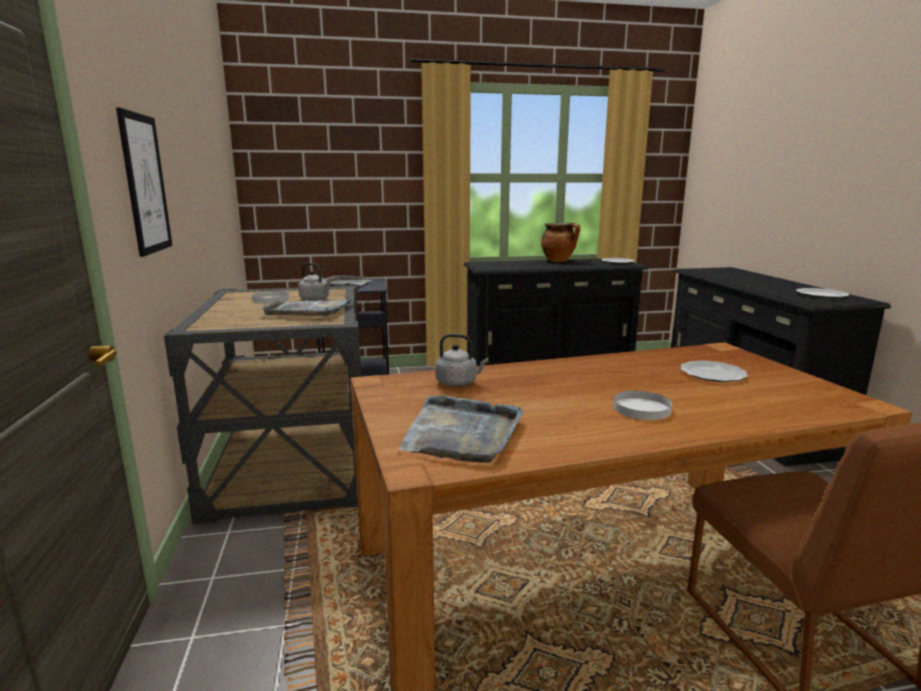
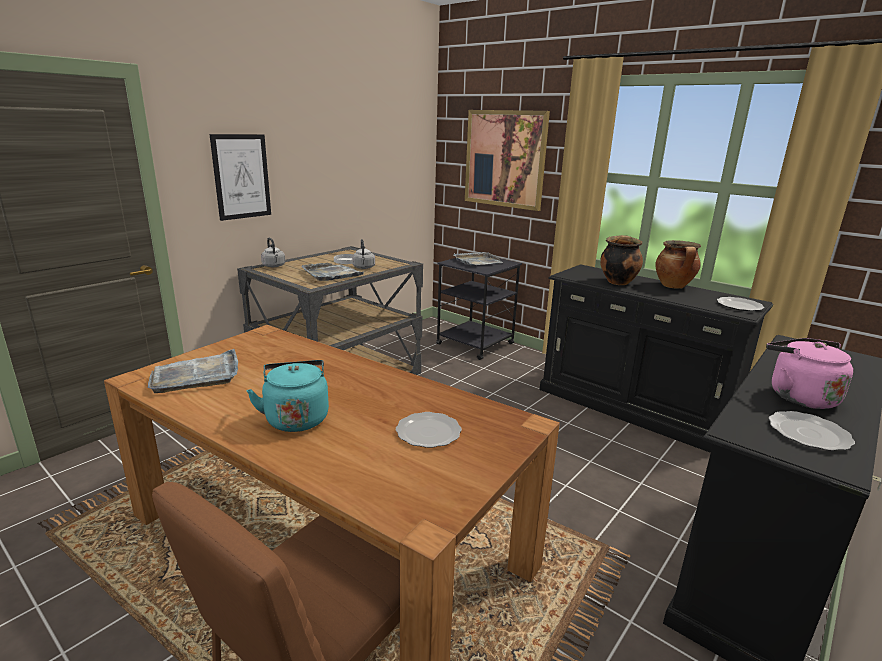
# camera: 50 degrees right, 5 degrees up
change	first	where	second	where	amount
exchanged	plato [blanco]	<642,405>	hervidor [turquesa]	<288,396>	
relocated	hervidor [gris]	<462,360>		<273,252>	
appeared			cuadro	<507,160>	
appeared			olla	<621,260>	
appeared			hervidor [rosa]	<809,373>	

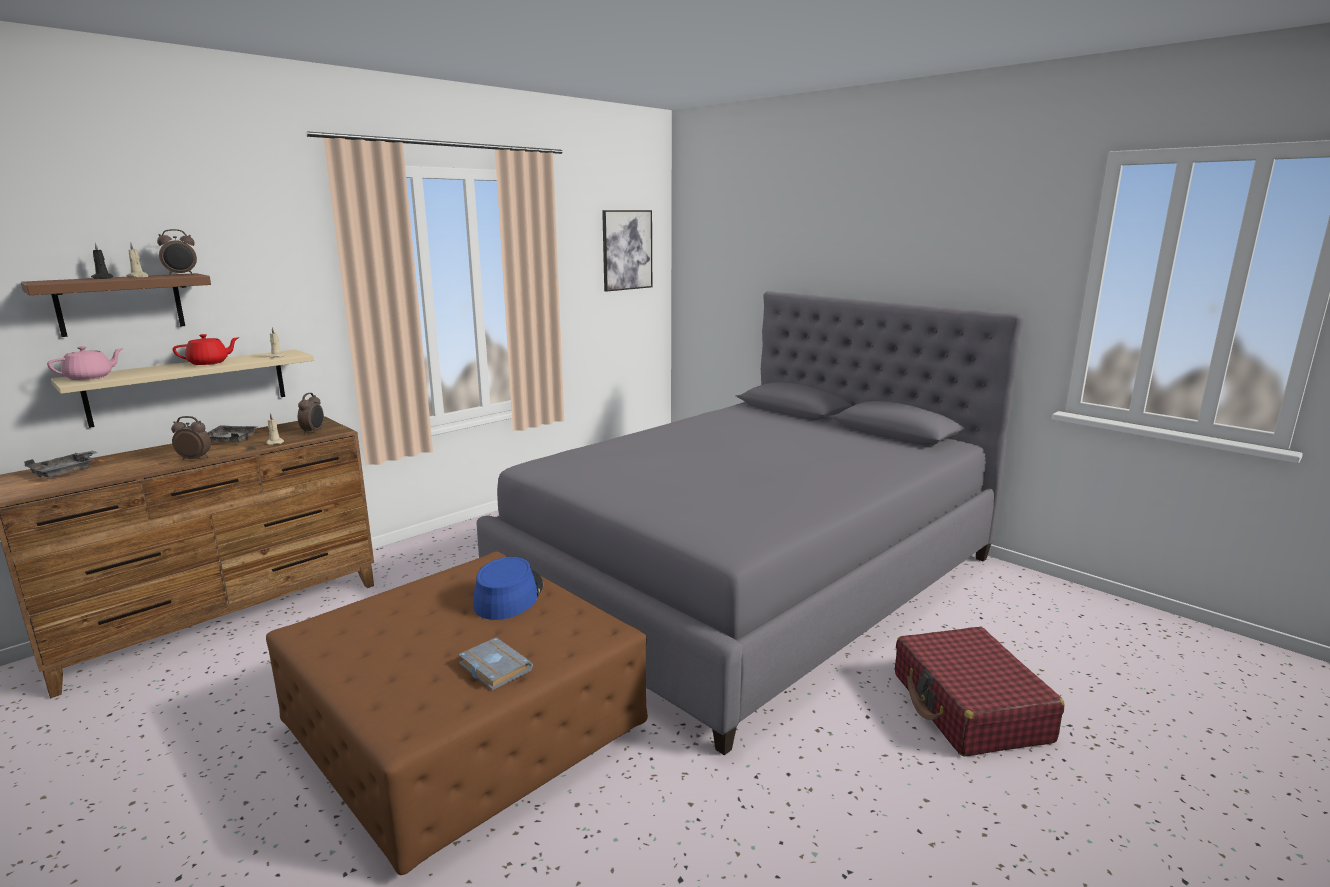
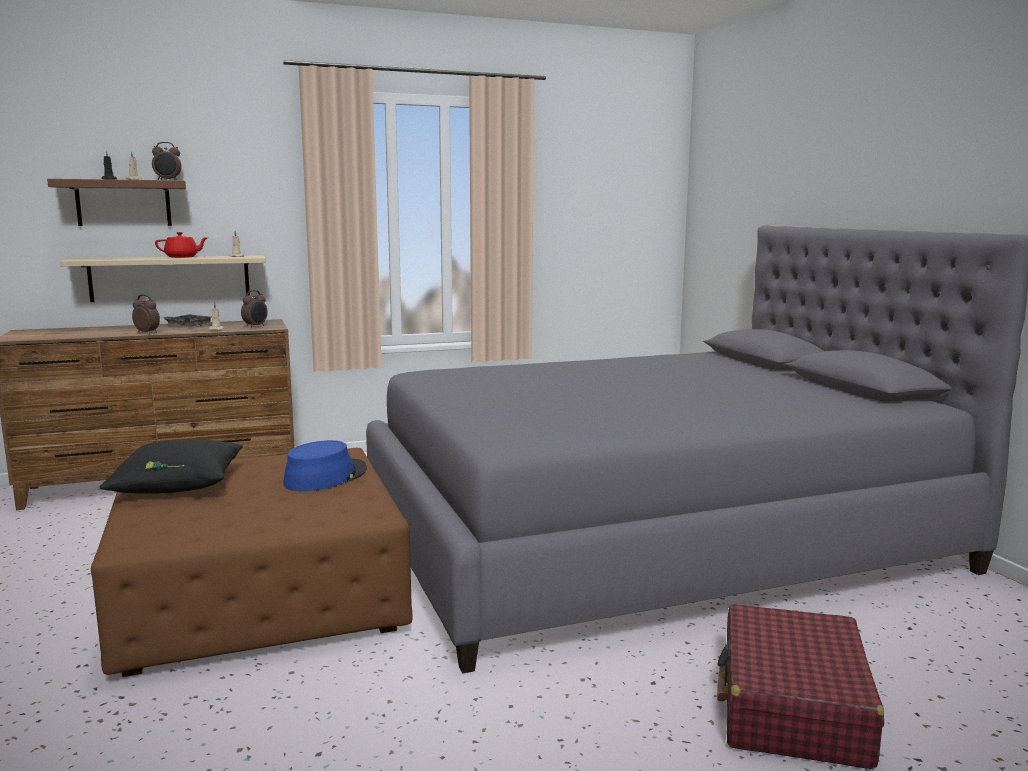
# camera: 25 degrees right, 5 degrees down
change	first	where	second	where	amount
appeared			cojín [negro]	<171,466>	
missing	bandeja [gris]	<60,463>			
missing	tetera [rosa]	<85,363>			
missing	libro [gris]	<495,663>			
missing	cuadro	<627,251>			

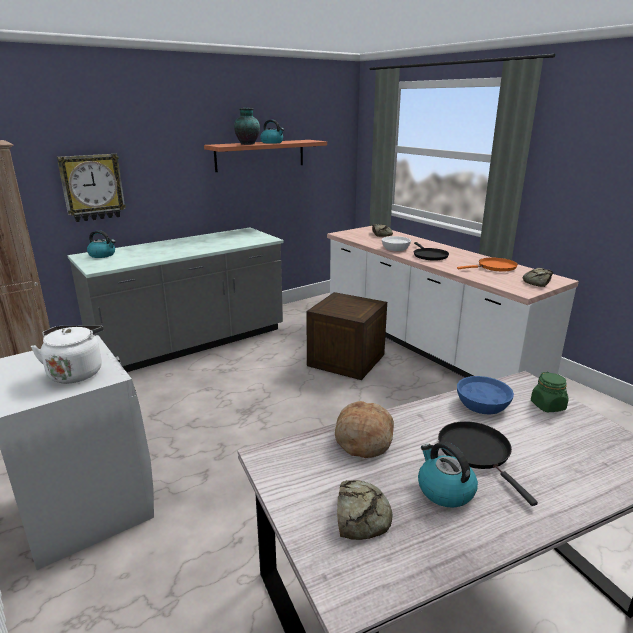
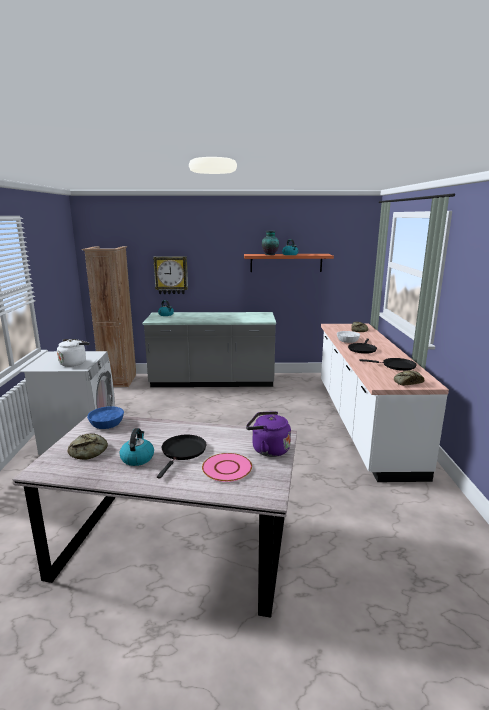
# camera: 35 degrees right, 5 degrees down
change	first	where	second	where	amount
relocated	cuenco [azul]	<485,395>		<105,417>	
appeared			plato [rosa]	<227,467>	
exchanged	tarro [verde]	<550,392>	hervidor [morado]	<268,434>	
colour	sartén [naranja]	<487,265>	sartén [negro]	<388,364>	
missing	caja de embalaje	<346,336>			
missing	pan	<364,429>			

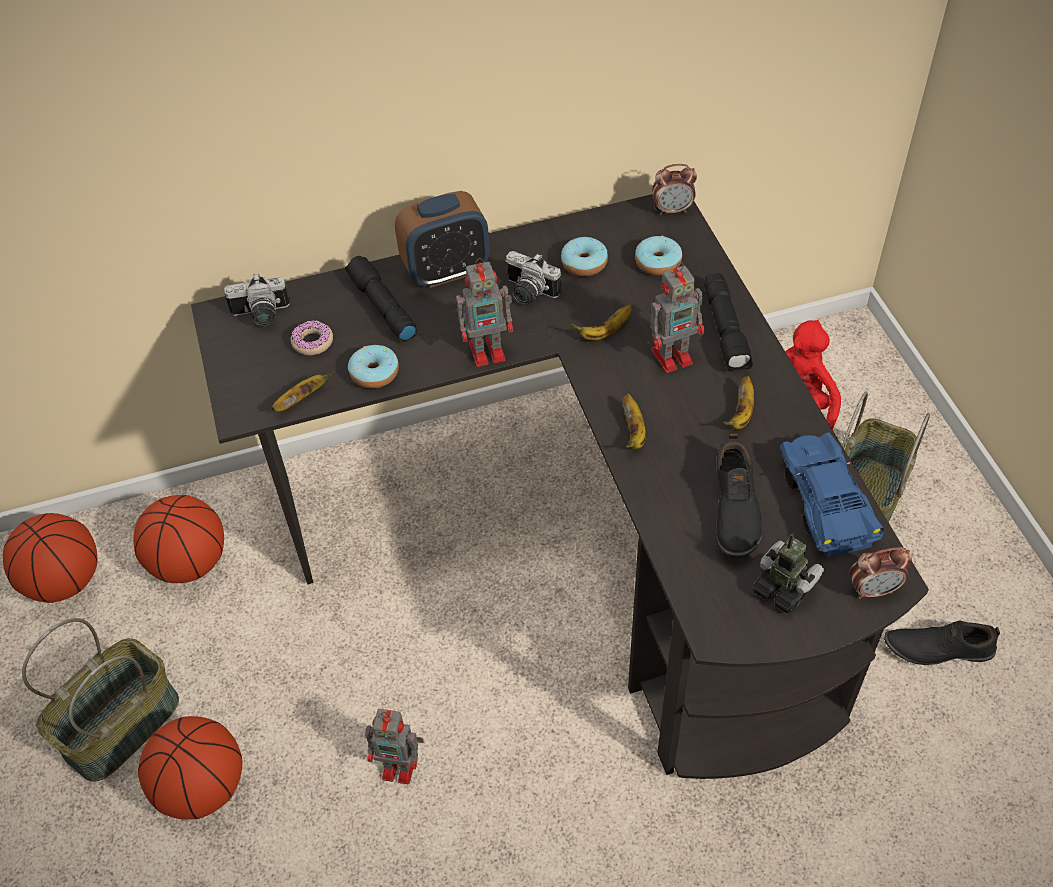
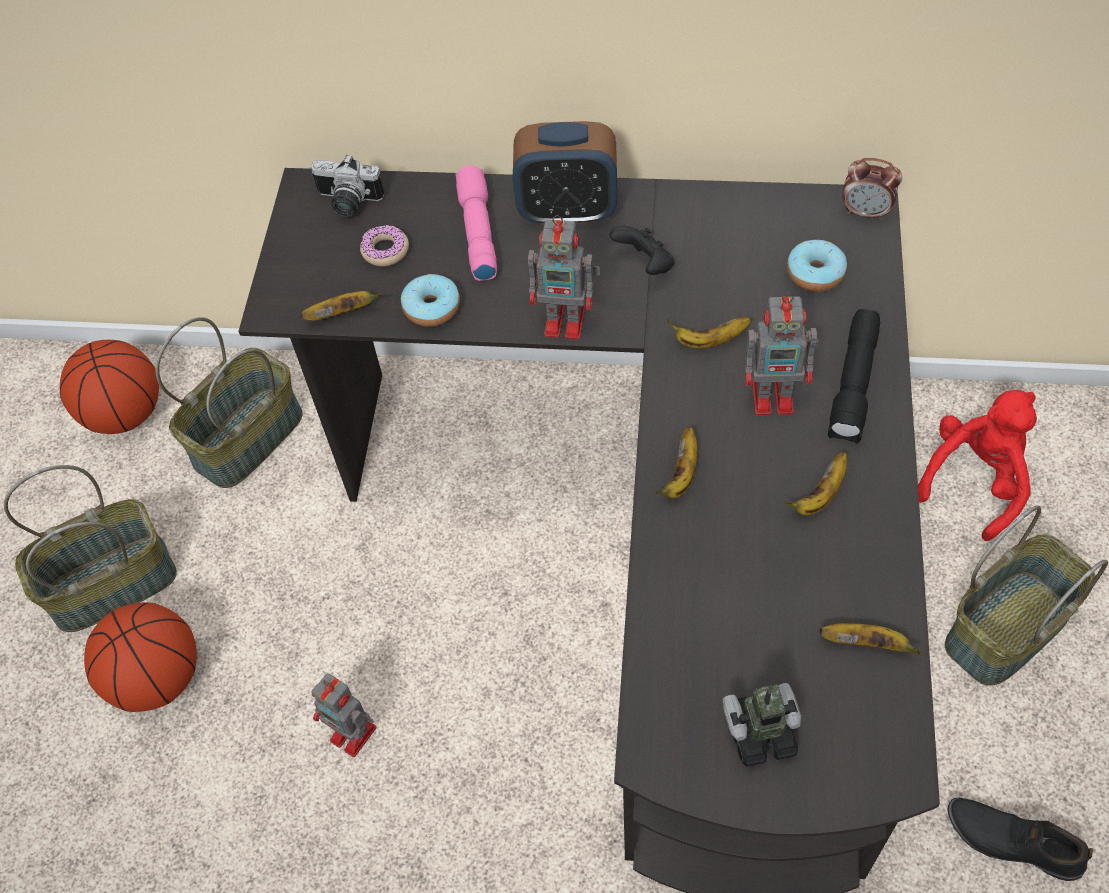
# camera: 25 degrees right, 5 degrees up
change	first	where	second	where	amount
exchanged	balón de baloncesto	<178,539>	cesta	<229,402>	
colour	linterna [negro]	<381,299>	linterna [rosa]	<476,223>	
exchanged	cámara	<533,278>	mando de consola [negro]	<642,250>	
spun	robot de juguete	<788,573>		<762,725>	75 degrees counterclockwise
exchanged	coche de juguete [azul]	<832,495>	plátano	<871,639>	
missing	rosquilla	<584,256>			
missing	zapato [negro]	<739,496>			
missing	despertador	<881,573>			

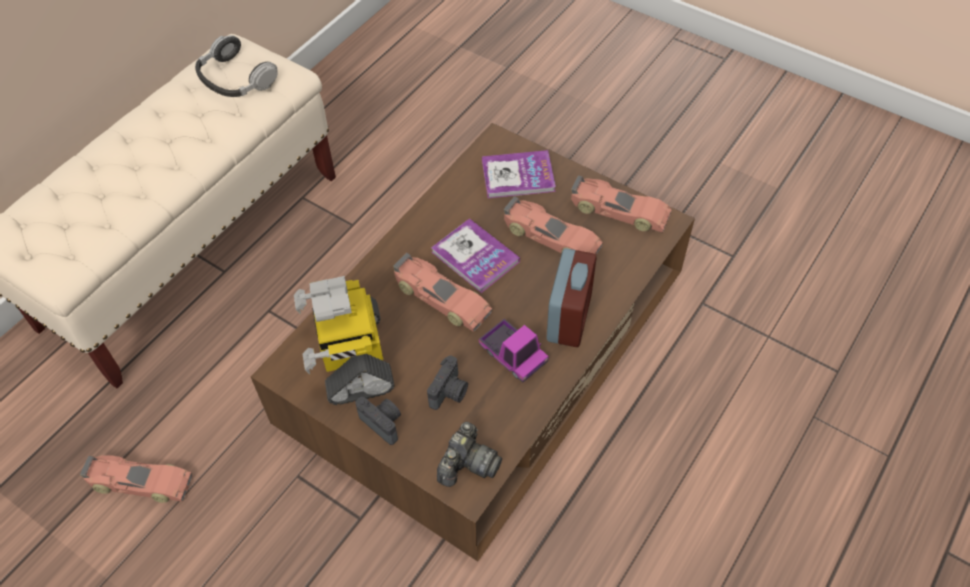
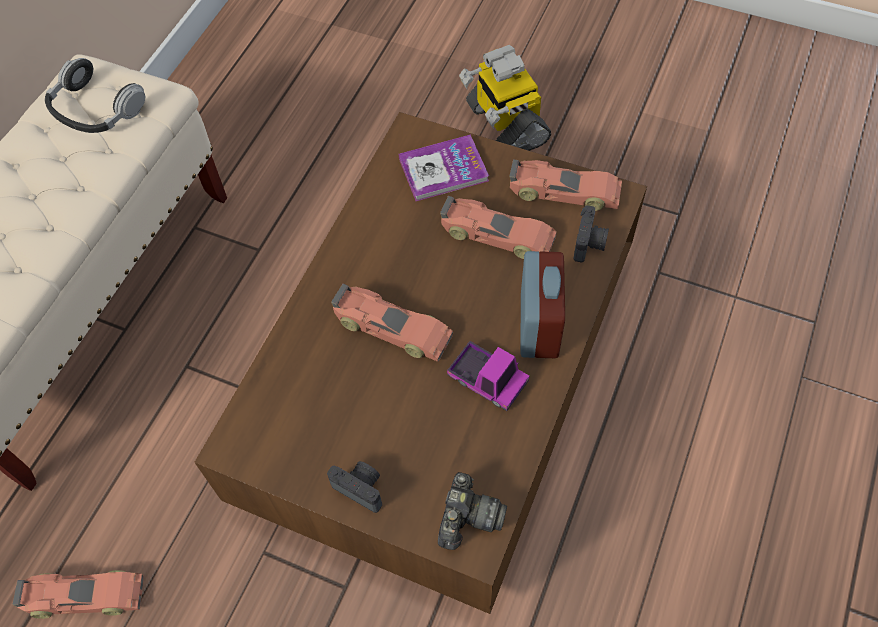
# camera: 10 degrees left, 5 degrees up
change	first	where	second	where	amount
relocated	robot de juguete	<344,340>		<505,98>	
relocated	cámara	<447,382>		<591,234>	
missing	libro	<475,255>			

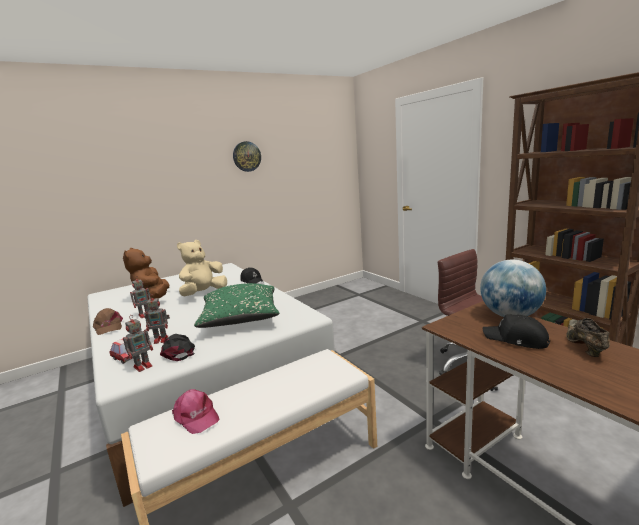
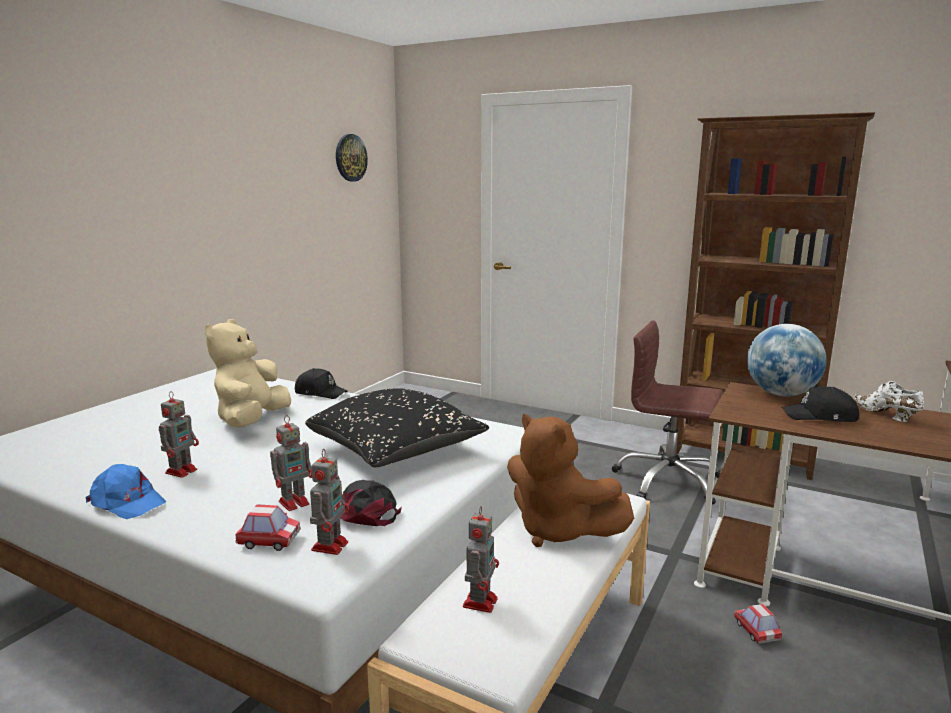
# camera: 30 degrees left, 0 degrees up
change	first	where	second	where	amount
colour	gorra [marrón]	<108,321>	gorra [azul]	<125,491>	
colour	cojín [verde]	<237,305>	cojín [negro]	<397,427>	
relocated	reloj de pared	<247,156>		<352,158>	
exchanged	gorra [rosa]	<196,411>	robot de juguete	<481,559>	
relocated	peluche [marrón]	<146,273>		<570,480>	
appeared			coche de juguete	<758,624>	
colour	zapato [marrón]	<588,337>	zapato [blanco]	<889,401>	

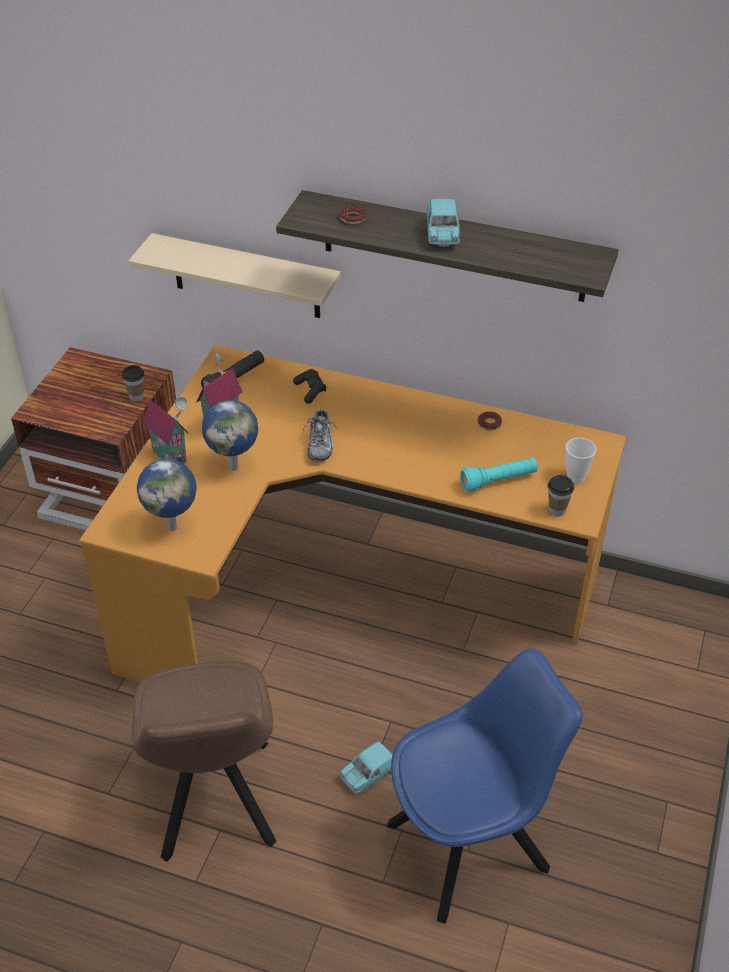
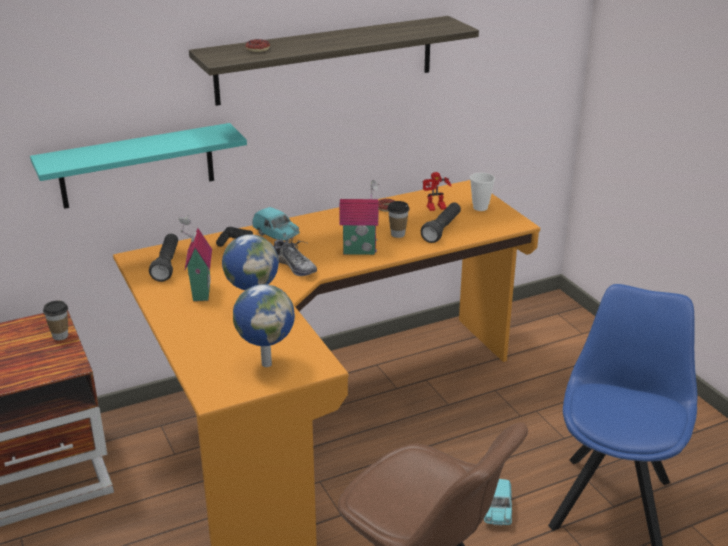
# camera: 45 degrees left, 15 degrees down
change	first	where	second	where	amount
colour	estante [beis]	<234,275>	estante [turquesa]	<138,166>	
relocated	coche de juguete [turquesa]	<443,223>		<276,224>	
relocated	casita	<165,430>		<359,217>	
relocated	taza	<561,495>		<398,219>	
colour	linterna [turquesa]	<499,475>	linterna [negro]	<441,222>	
appeared			robot de juguete	<437,191>	

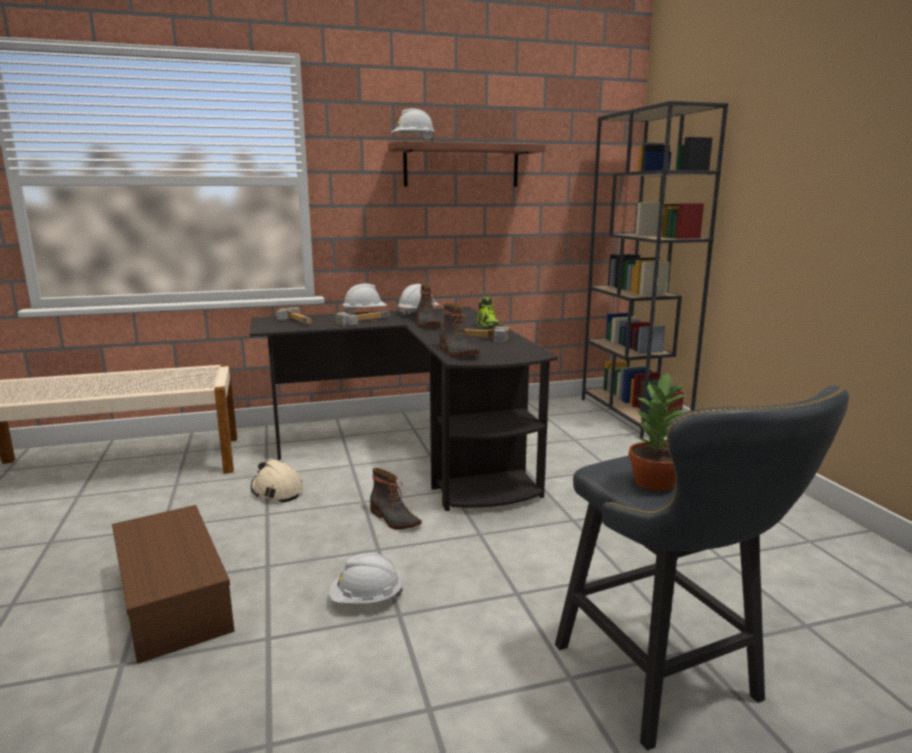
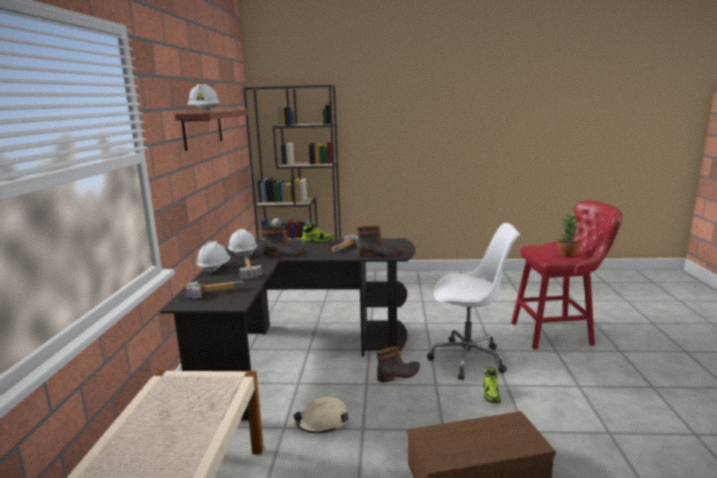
# camera: 70 degrees left, 0 degrees up
change	first	where	second	where	amount
appeared			silla de oficina [blanco]	<473,302>	
exchanged	casco [blanco]	<366,578>	zapato	<492,385>	
colour	taburete [gris]	<702,568>	taburete [rojo]	<566,275>	

